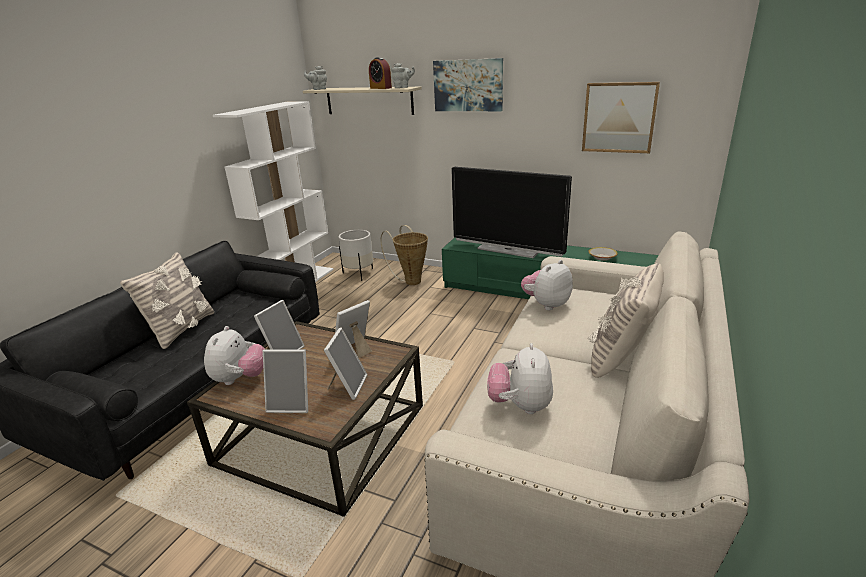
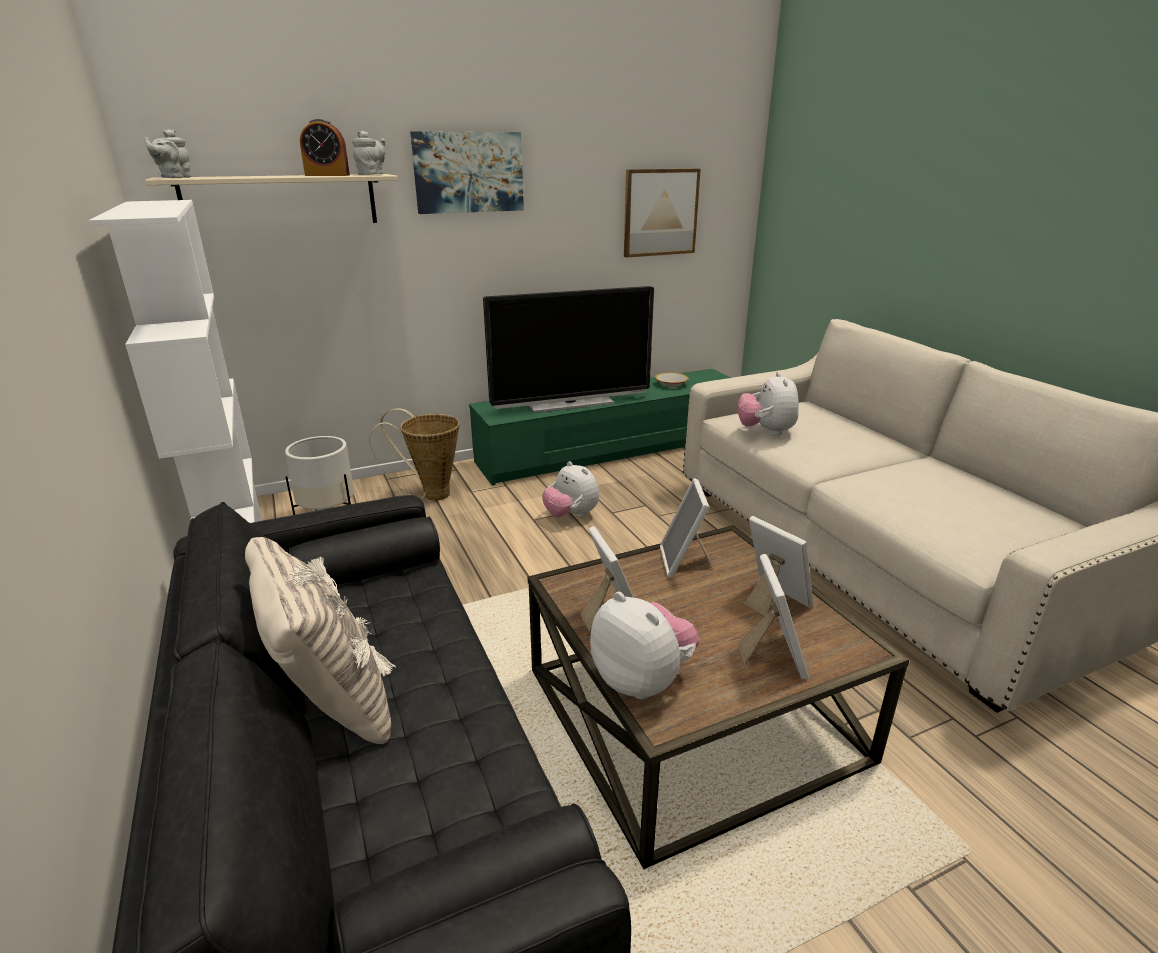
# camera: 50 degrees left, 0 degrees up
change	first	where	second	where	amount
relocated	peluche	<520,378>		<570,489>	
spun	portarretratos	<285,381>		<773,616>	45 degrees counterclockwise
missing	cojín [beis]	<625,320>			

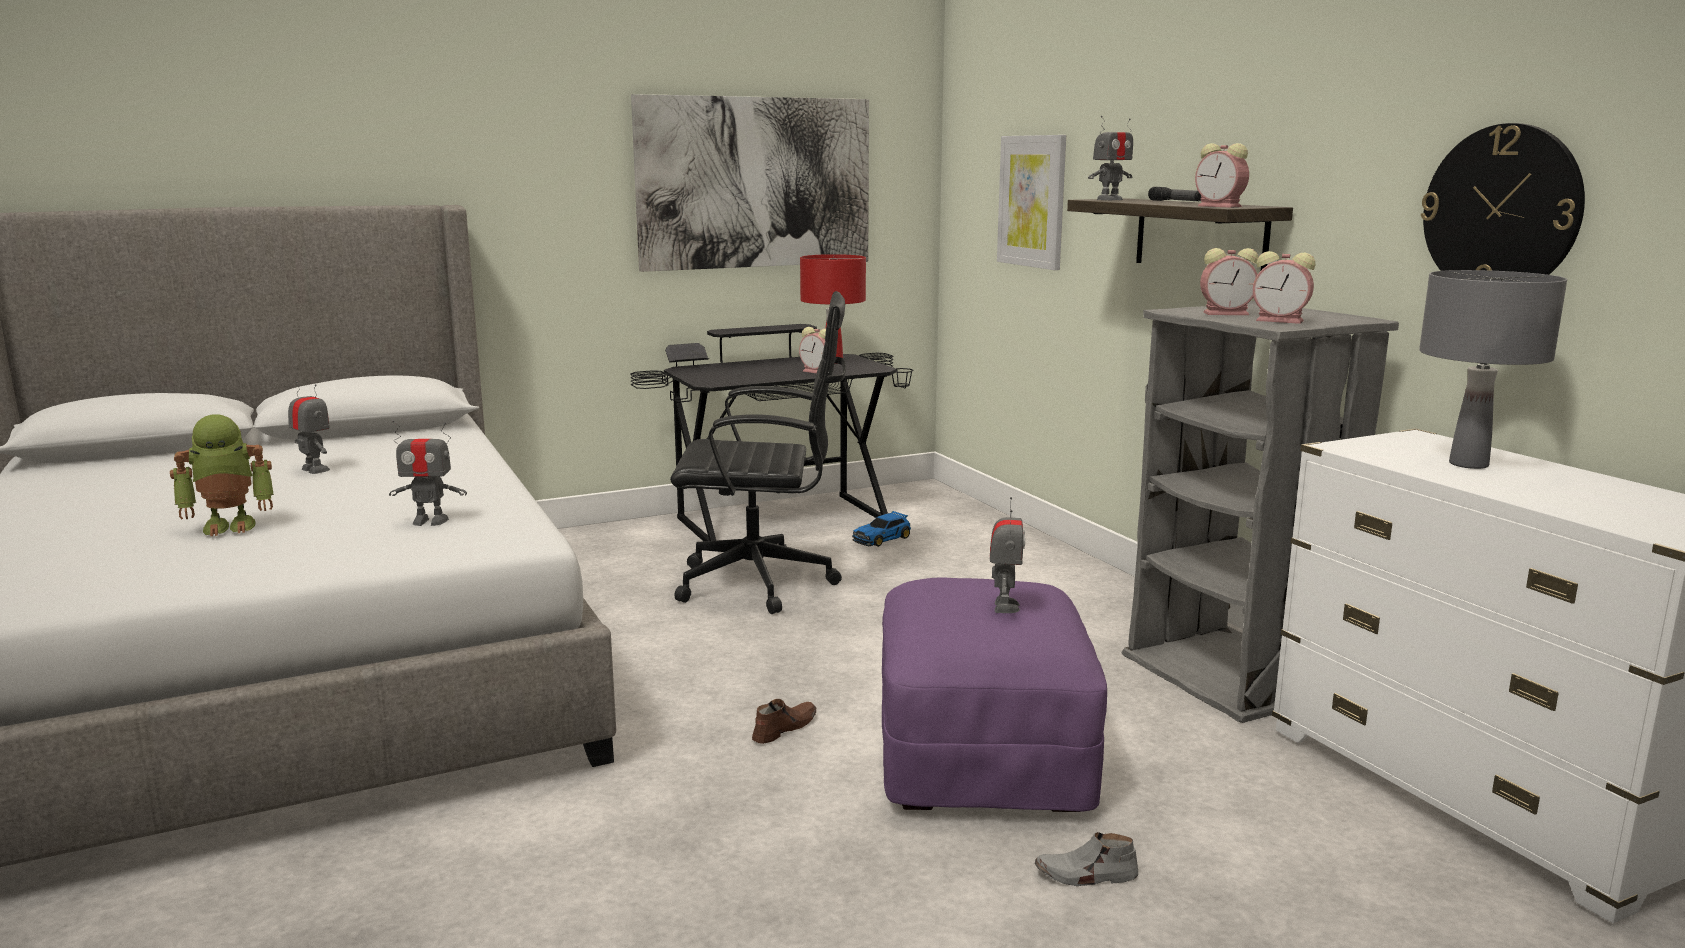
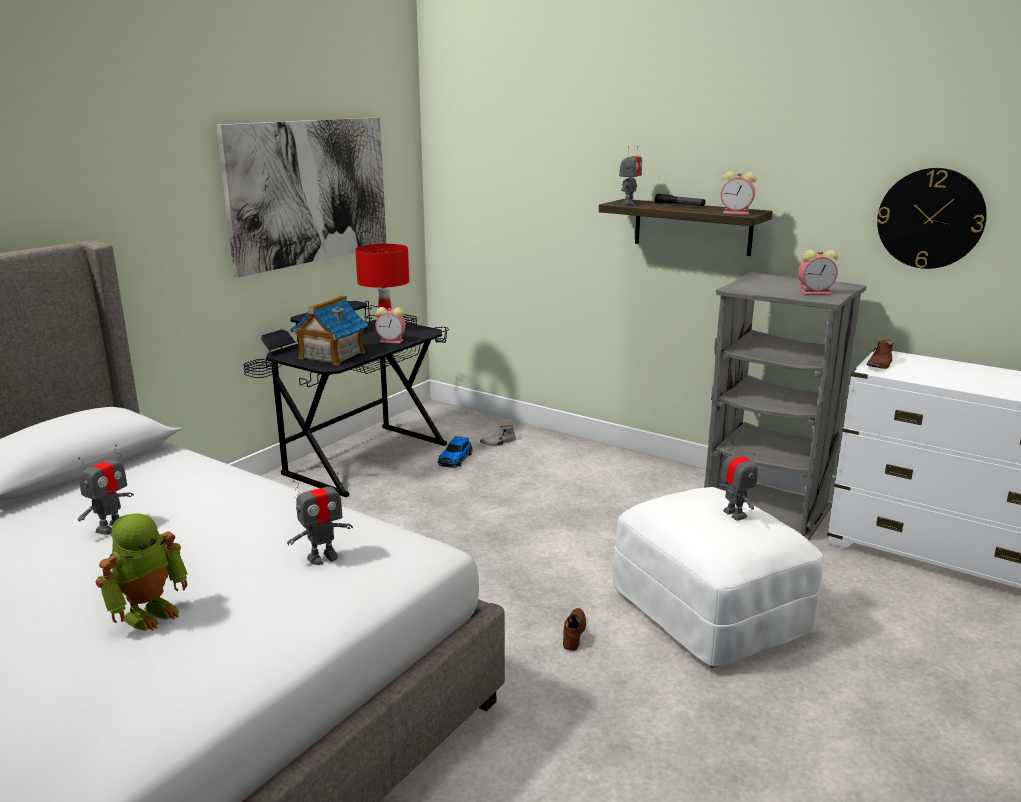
# camera: 30 degrees left, 5 degrees up
change	first	where	second	where	amount
spun	robot de juguete	<309,427>		<106,489>	105 degrees clockwise
appeared			casita	<329,330>	
relocated	zapato [gris]	<1086,859>		<498,435>	
colour	puf [morado]	<994,694>	puf [blanco]	<718,577>	
appeared			zapato [marrón]	<880,354>	
missing	silla de oficina [negro]	<758,452>			
missing	cuadro	<1031,202>			
missing	despertador	<1229,281>			
missing	lámpara de mesa [gris]	<1493,369>			

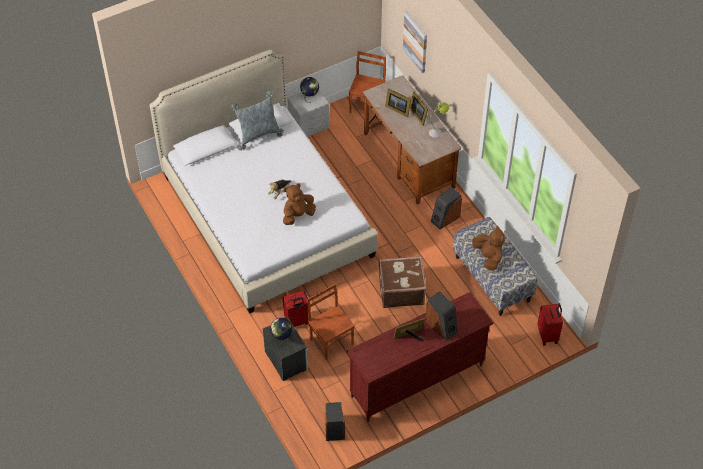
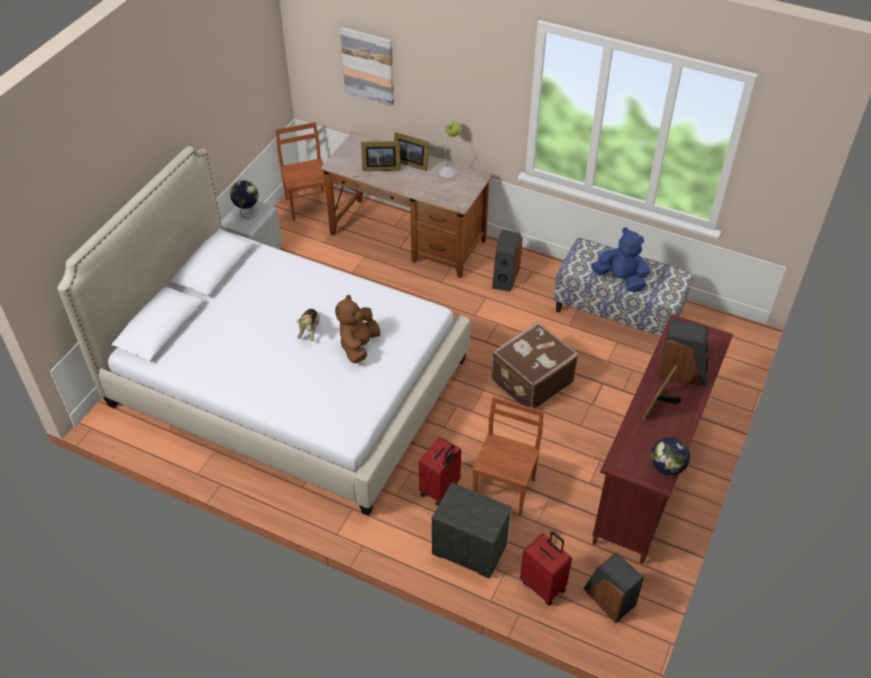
# camera: 35 degrees left, 5 degrees down
change	first	where	second	where	amount
spun	silla [marrón]	<331,322>		<508,456>	90 degrees clockwise
relocated	maleta [rojo]	<550,324>		<546,568>	
colour	peluche [marrón]	<488,248>	peluche [azul]	<621,260>	
relocated	globo terráqueo	<281,330>		<670,458>	
missing	cojín	<257,120>			

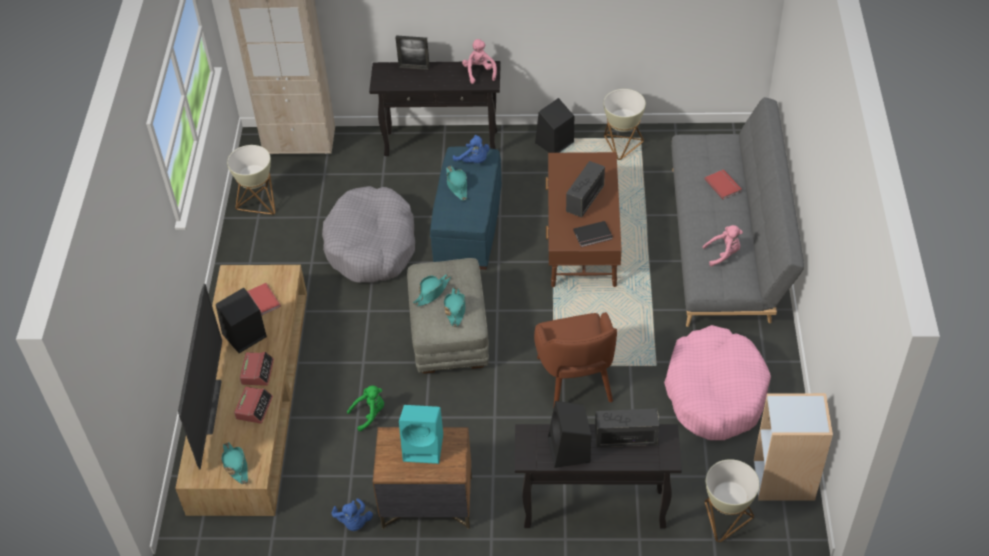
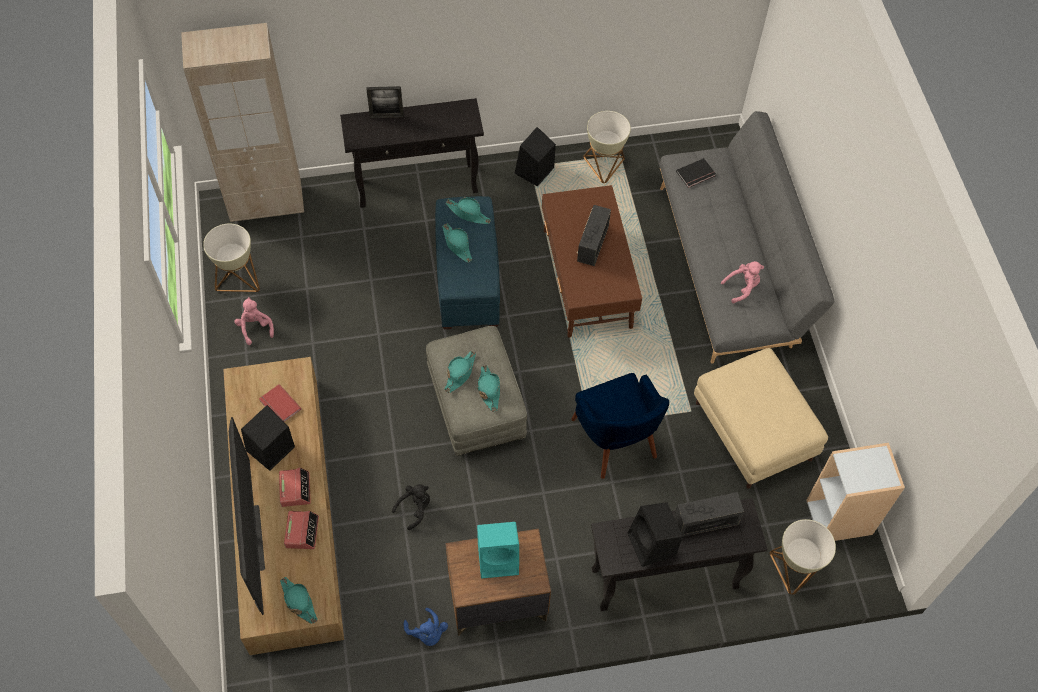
# camera: 15 degrees left, 10 degrees up
change	first	where	second	where	amount
relocated	peluche [rosa]	<479,61>		<254,321>	
colour	peluche [verde]	<365,408>	peluche [negro]	<411,507>	
exchanged	peluche [azul]	<471,149>	sombrero [turquesa]	<468,210>	
colour	sillón [marrón]	<575,360>	sillón [azul]	<620,426>	
relocated	libro [negro]	<593,234>		<696,173>	
exchanged	cama para perro [rosa]	<717,382>	puf [beis]	<761,418>	
missing	cama para perro [gris]	<368,234>			
missing	libro [rojo]	<723,184>			

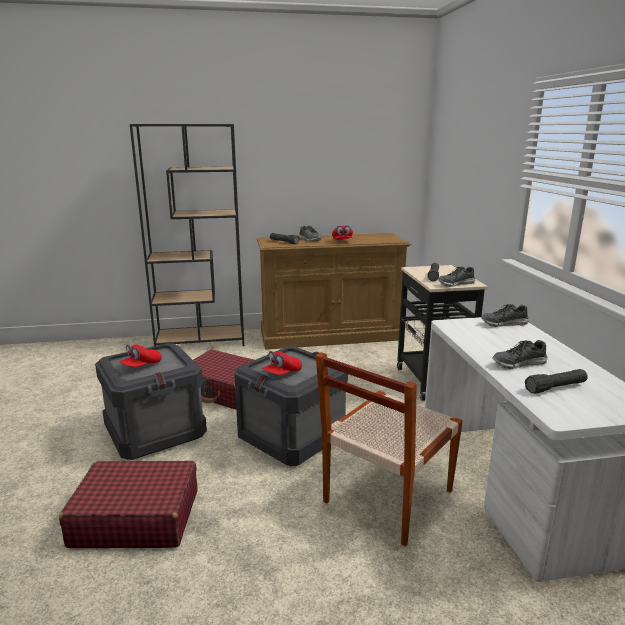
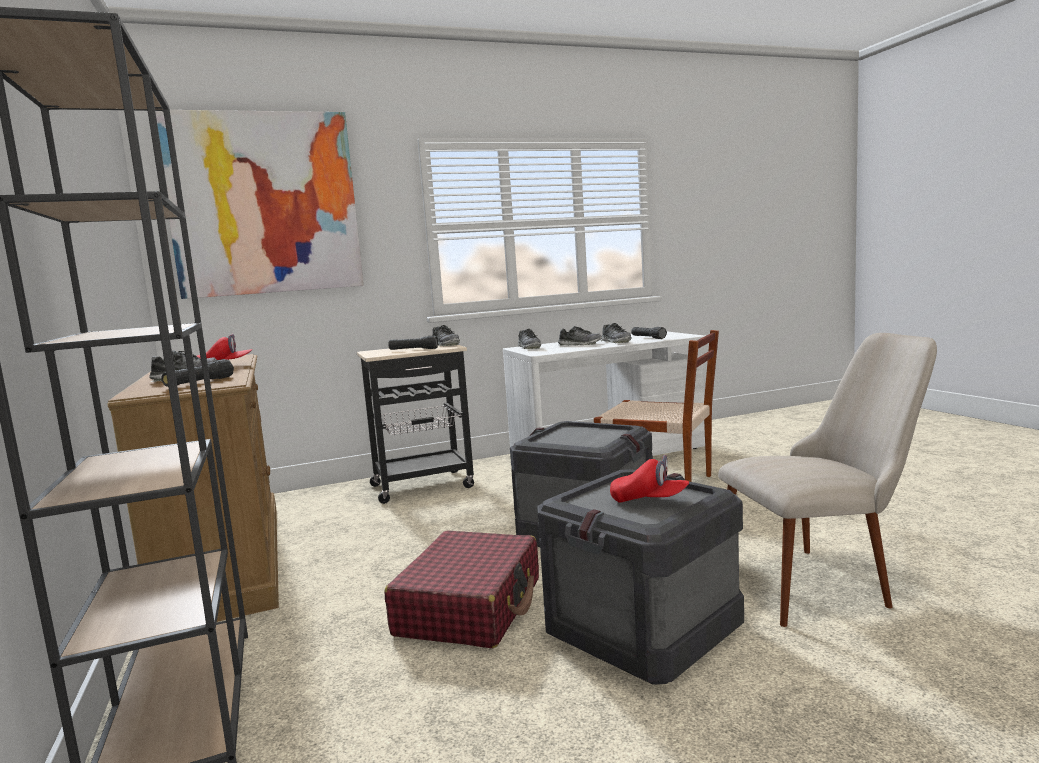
# camera: 100 degrees left, 10 degrees down
change	first	where	second	where	amount
appeared			cuadro	<259,204>	
appeared			zapato	<580,336>	
exchanged	maleta [rojo]	<128,504>	silla [beis]	<827,480>	
missing	gorra [rojo]	<282,363>			

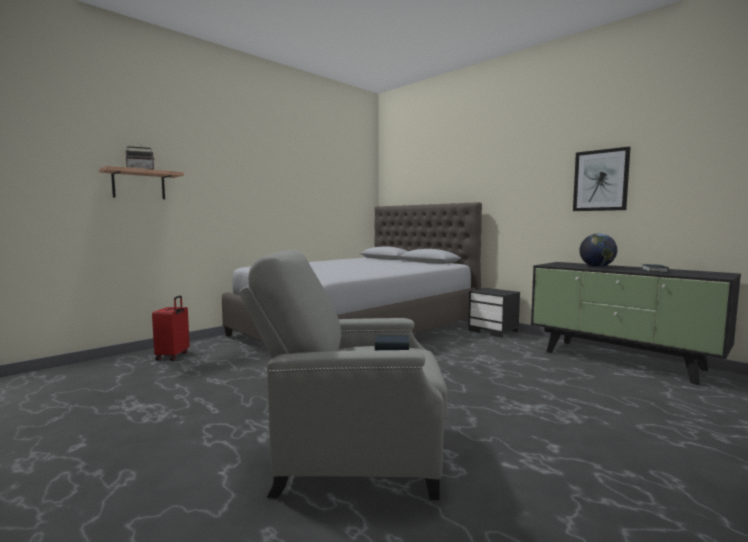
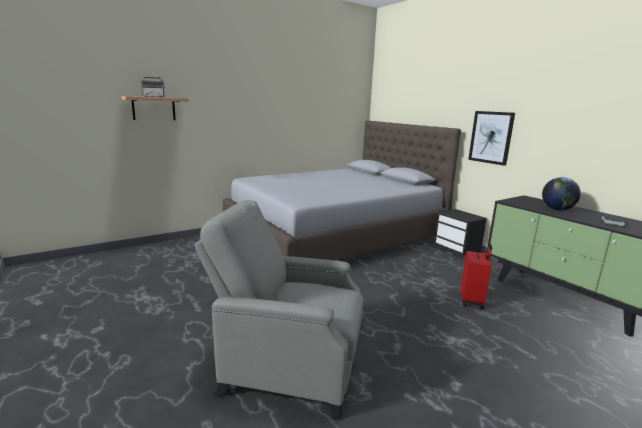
# camera: 10 degrees right, 10 degrees up
change	first	where	second	where	amount
relocated	maleta [rojo]	<171,328>		<476,276>	
relocated	cuadro	<602,178>		<491,138>	
missing	libro	<392,342>			

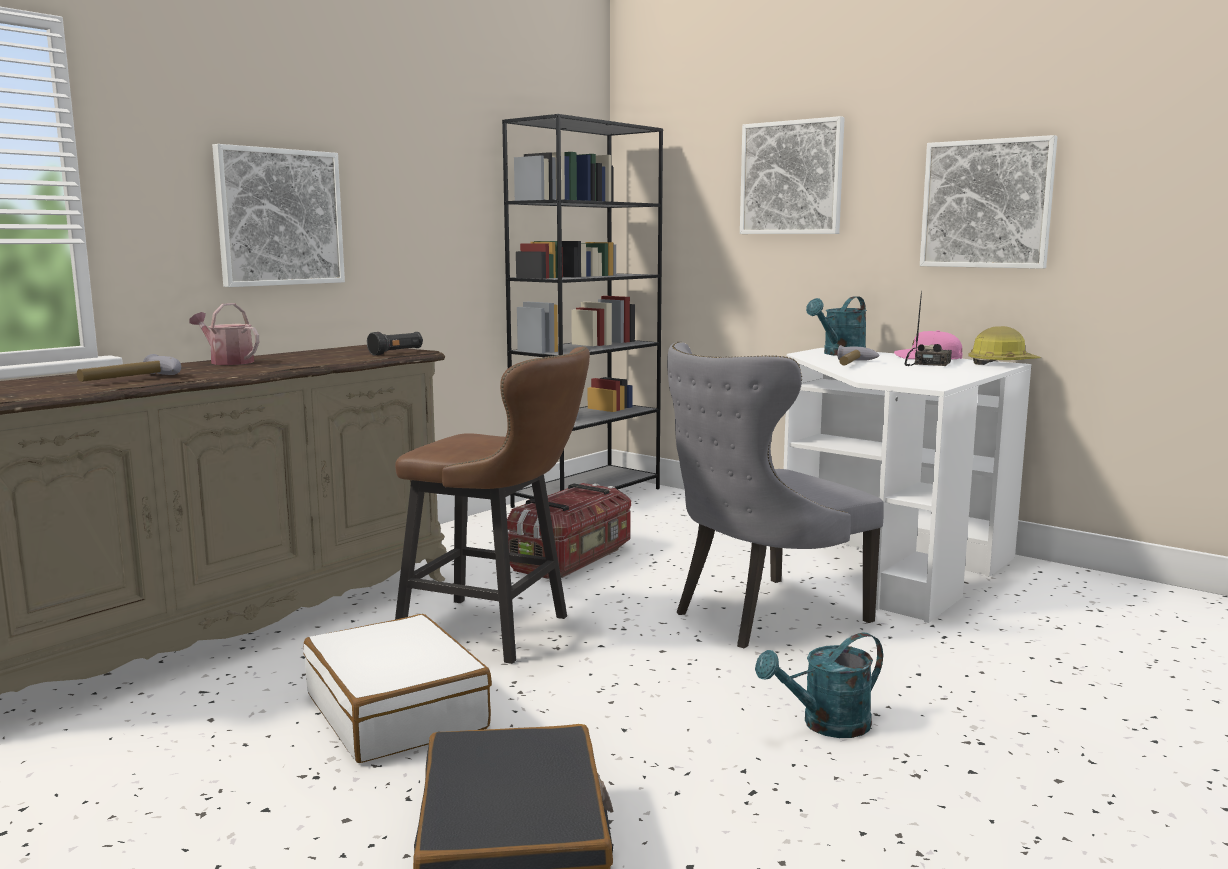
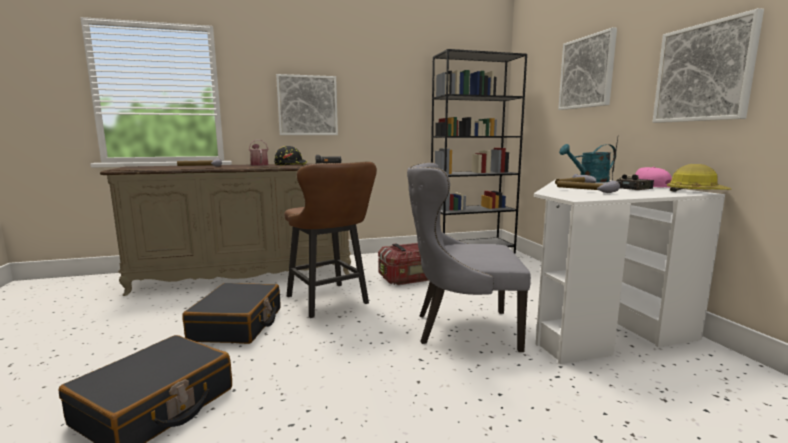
# camera: 35 degrees right, 0 degrees up
change	first	where	second	where	amount
colour	maleta [blanco]	<397,688>	maleta [negro]	<231,313>	
appeared			casco [negro]	<290,155>	
appeared			martillo	<588,187>	
missing	regadera [turquesa]	<819,685>			

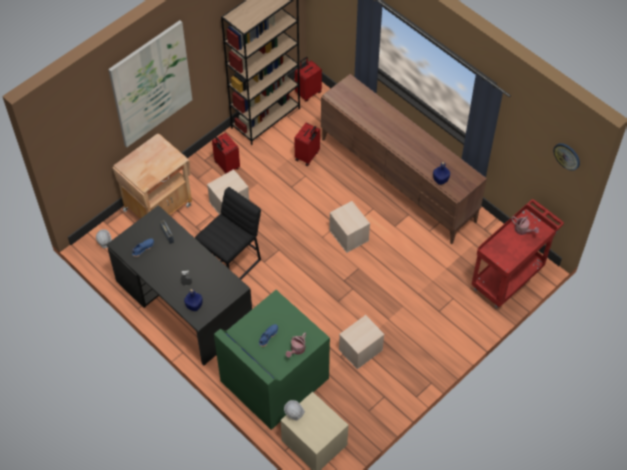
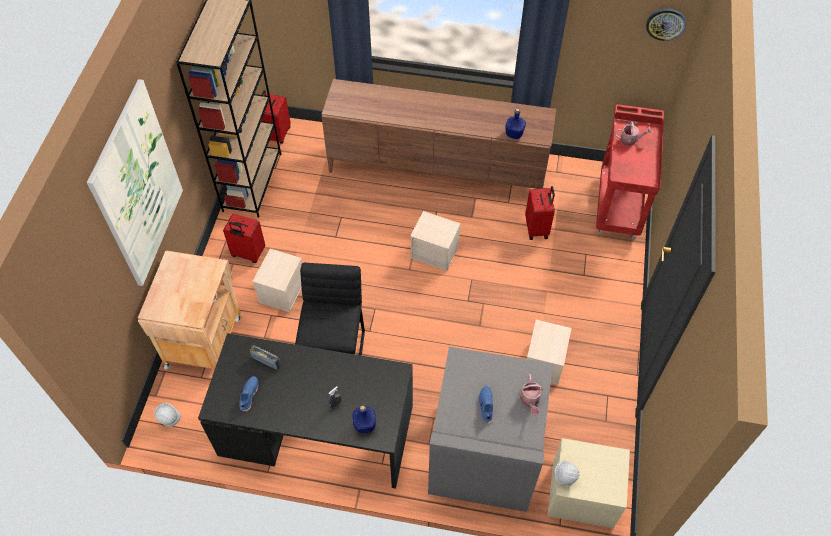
# camera: 35 degrees left, 0 degrees up
change	first	where	second	where	amount
colour	lavadora [verde]	<272,360>	lavadora [gris]	<490,429>	
relocated	maleta [rojo]	<307,144>		<540,213>	

